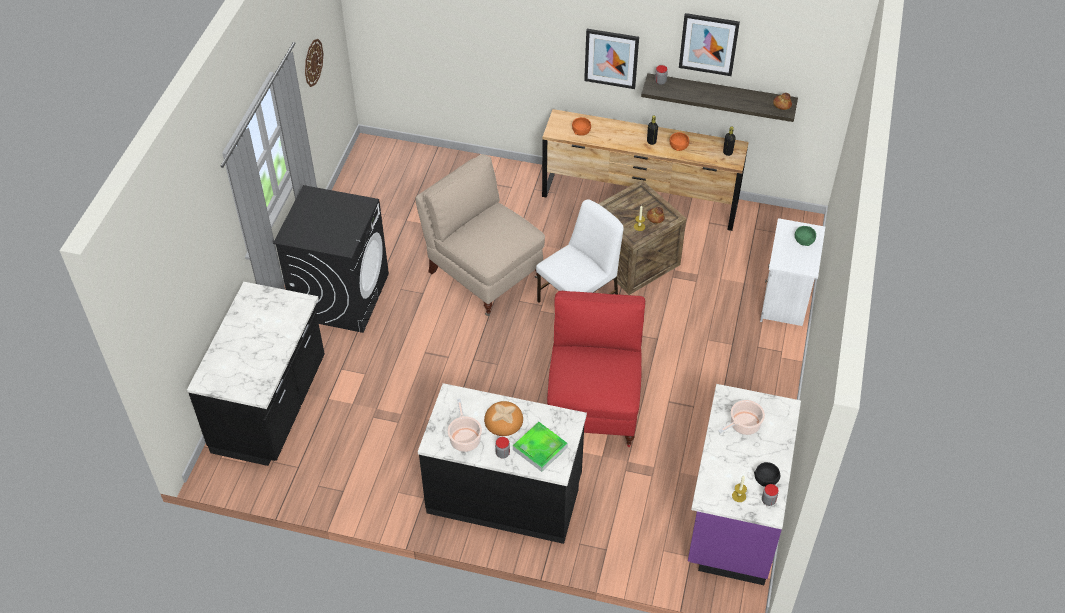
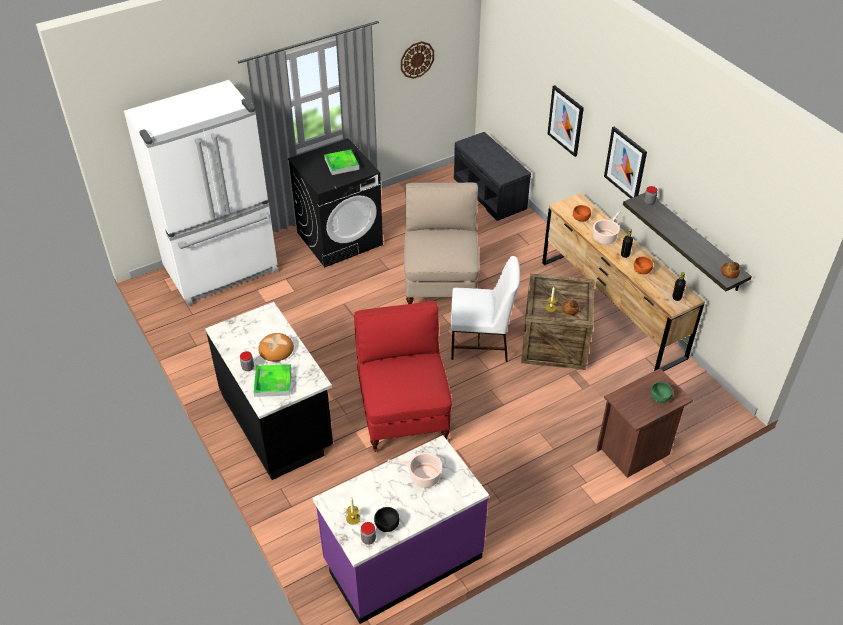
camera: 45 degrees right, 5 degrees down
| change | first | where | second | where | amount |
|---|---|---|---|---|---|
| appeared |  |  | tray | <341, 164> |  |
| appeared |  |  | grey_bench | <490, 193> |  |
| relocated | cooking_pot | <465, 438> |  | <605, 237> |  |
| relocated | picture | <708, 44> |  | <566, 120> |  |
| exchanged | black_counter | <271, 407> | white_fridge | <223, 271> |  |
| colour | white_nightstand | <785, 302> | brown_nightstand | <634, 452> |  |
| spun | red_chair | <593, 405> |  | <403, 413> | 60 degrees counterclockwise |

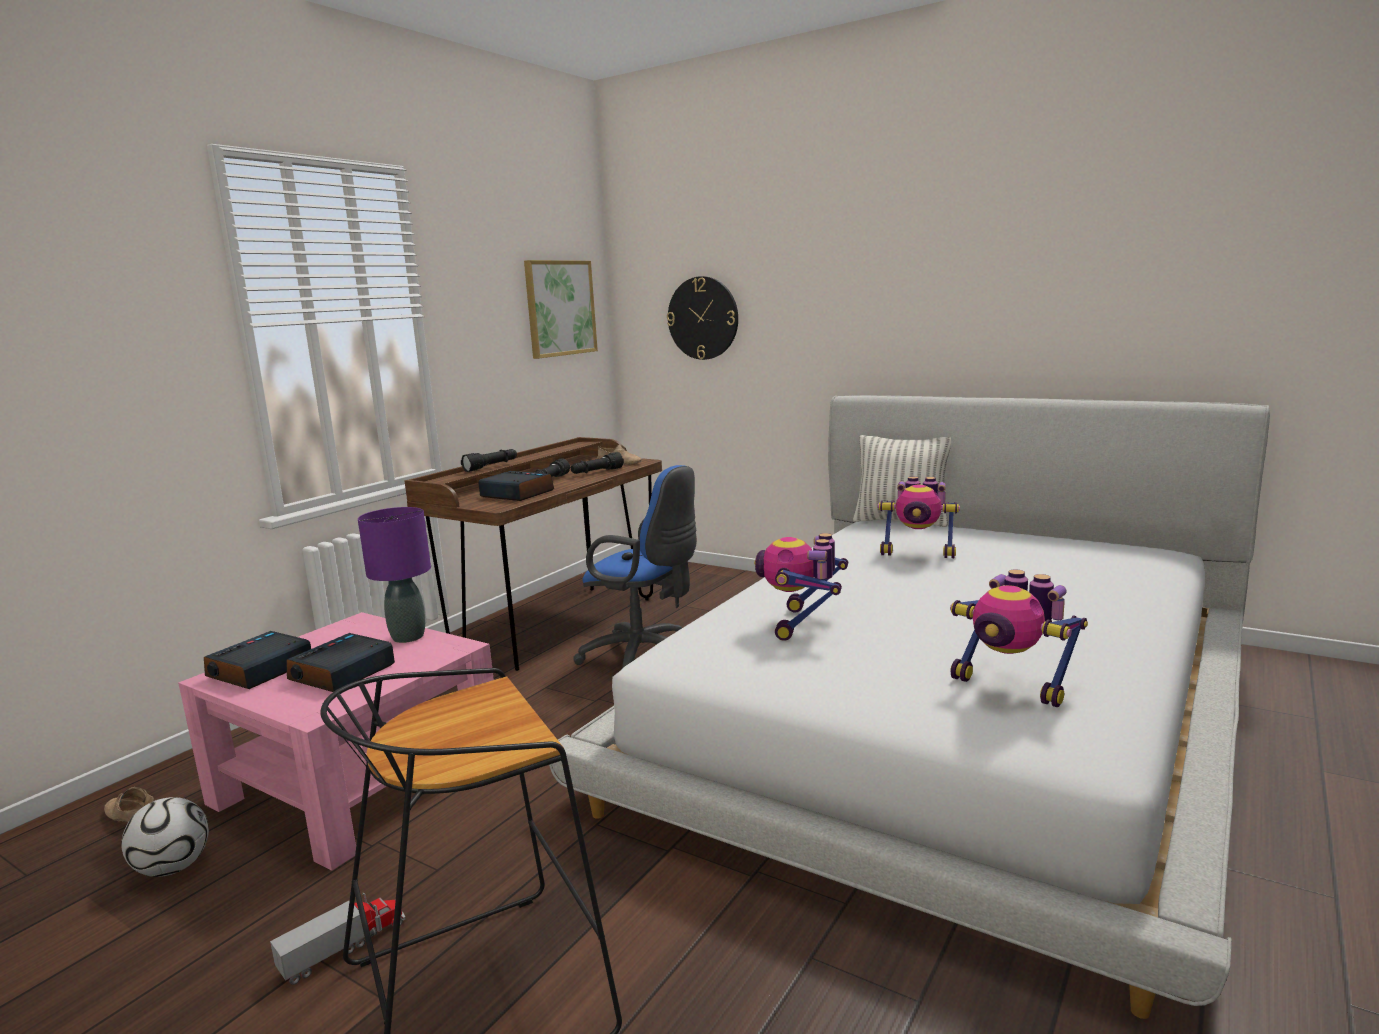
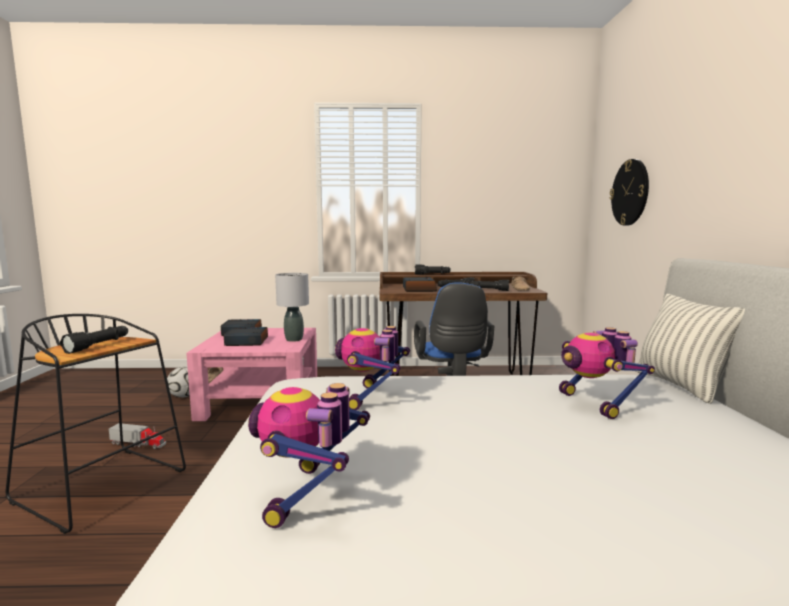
camera: 55 degrees right, 5 degrees down
| change | first | where | second | where | amount |
|---|---|---|---|---|---|
| missing | picture | <560, 308> |  |  |  |
| appeared |  |  | black_flashlight | <99, 345> |  |
| colour | purple_table_lamp | <407, 637> | grey_table_lamp | <293, 339> |  |
| spun | toy_robot | <802, 624> |  | <372, 398> | 60 degrees counterclockwise |

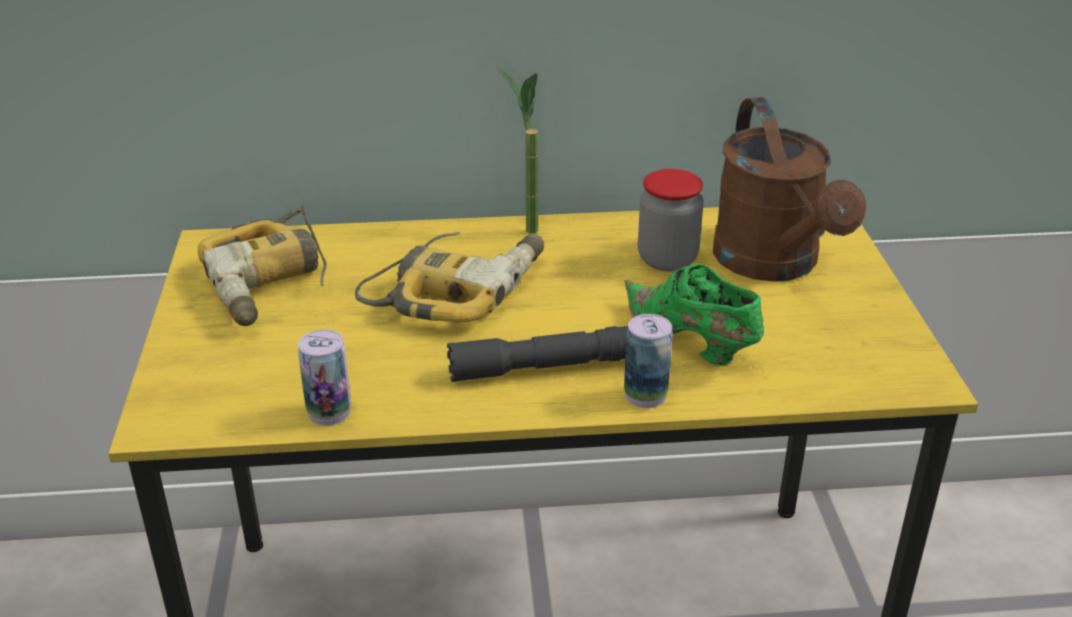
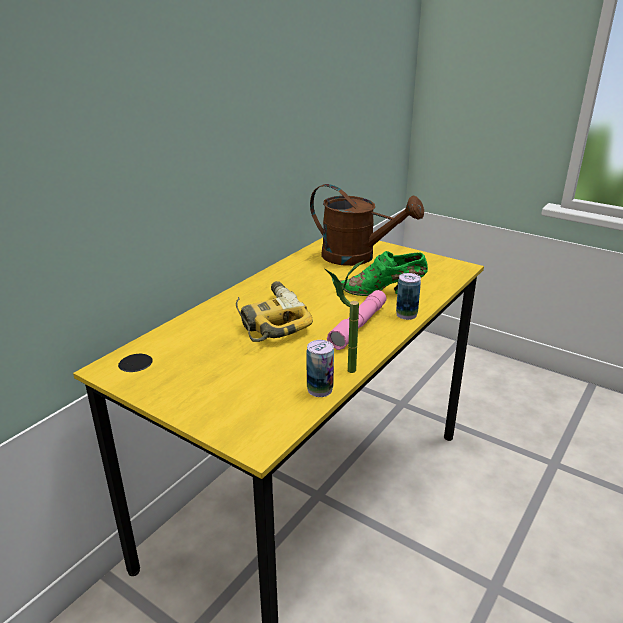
camera: 50 degrees left, 5 degrees down
| change | first | where | second | where | amount |
|---|---|---|---|---|---|
| missing | power_drill | <272, 281> |  |  |  |
| missing | jar | <667, 259> |  |  |  |
| relocated | potted_plant | <523, 225> |  | <342, 370> |  |
| colour | grey_flashlight | <545, 367> | pink_flashlight | <358, 326> |  |

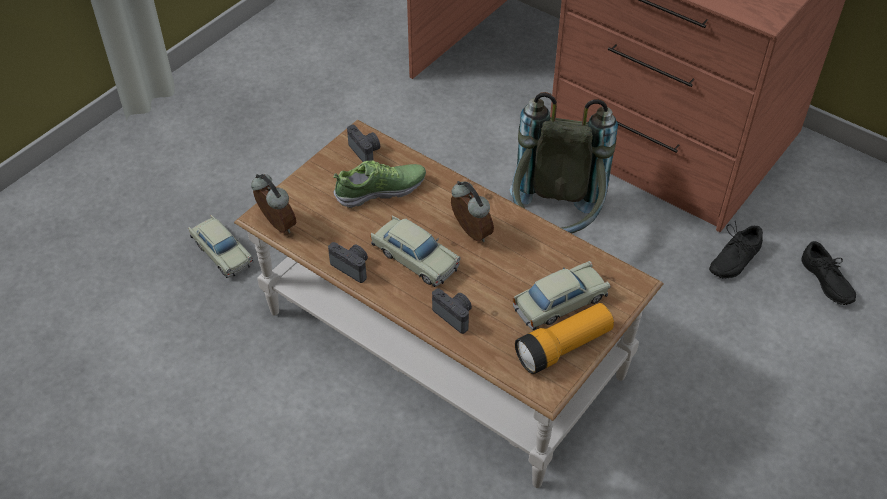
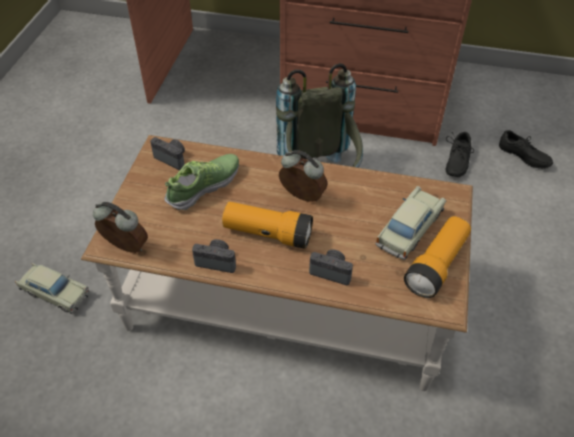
camera: 25 degrees left, 0 degrees up
| change | first | where | second | where | amount |
|---|---|---|---|---|---|
| exchanged | beige_toy_car | <415, 258> | flashlight | <267, 234> |  |

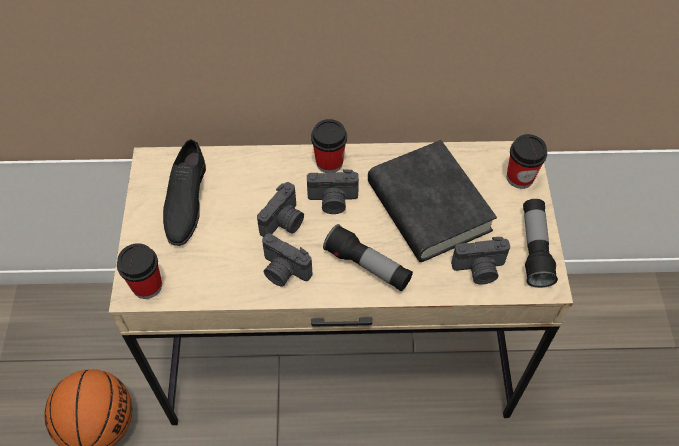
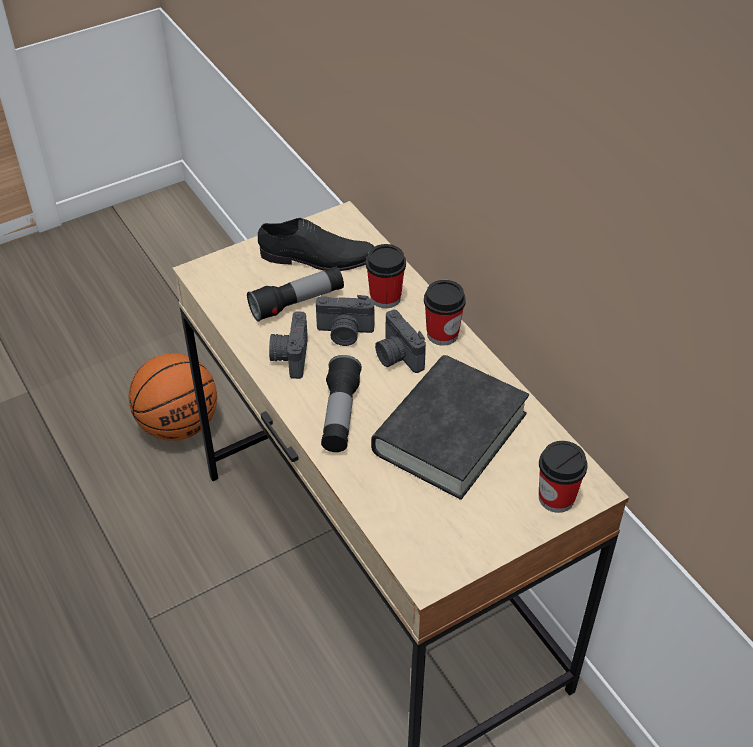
camera: 60 degrees right, 10 degrees down
| change | first | where | second | where | amount |
|---|---|---|---|---|---|
| missing | photo_camera | <479, 270> |  |  |  |
| relocated | cup | <147, 285> |  | <385, 297> |  |
| relocated | flashlight | <534, 249> |  | <297, 303> |  |
| spun | black_shoe | <185, 200> |  | <317, 258> | 150 degrees counterclockwise |

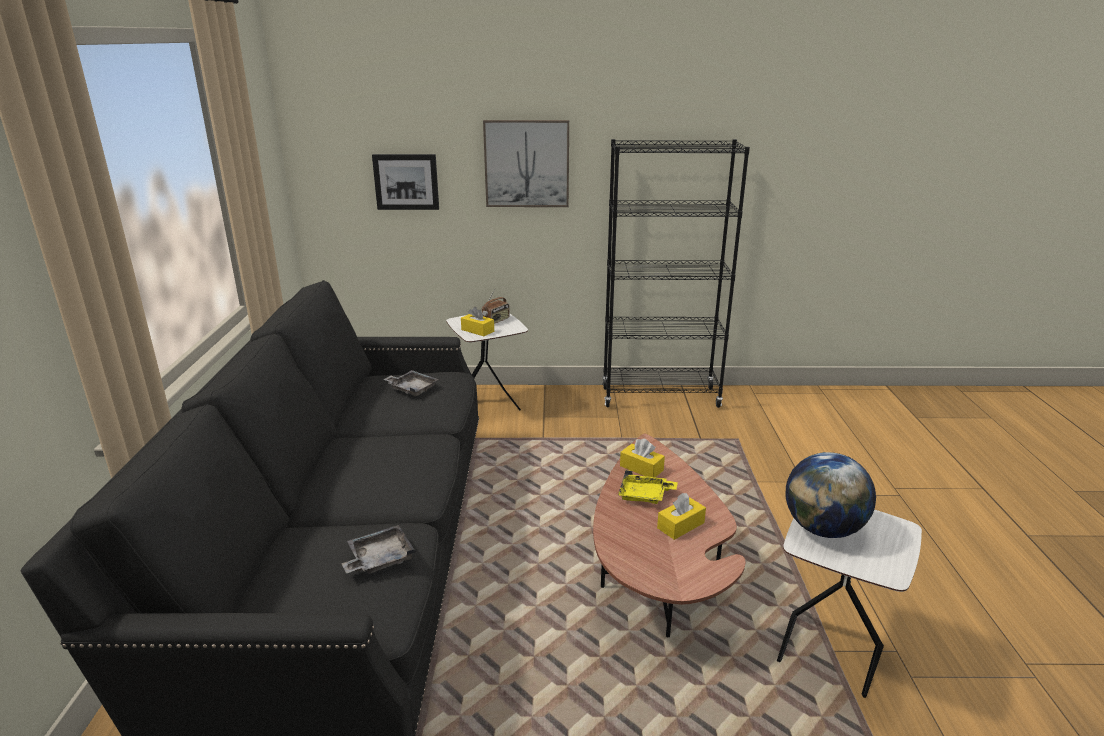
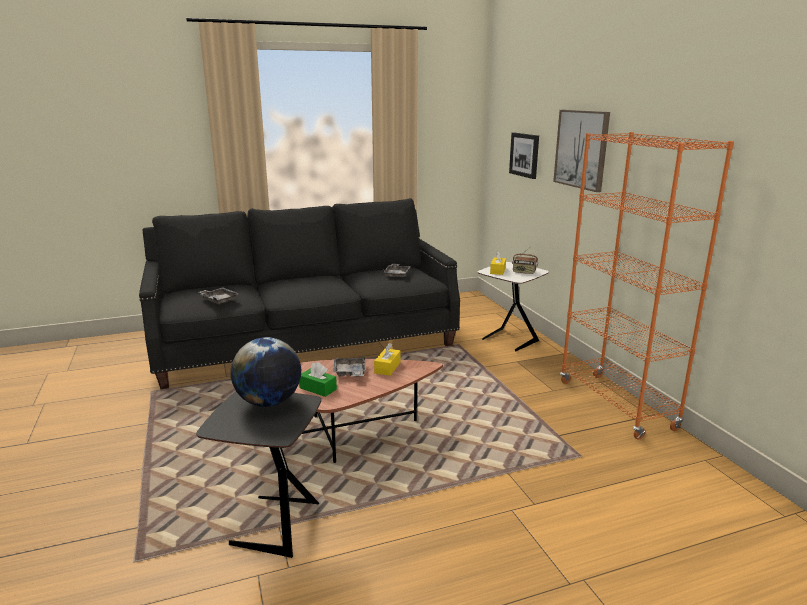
camera: 70 degrees right, 5 degrees down
| change | first | where | second | where | amount |
|---|---|---|---|---|---|
| colour | black_bookcase | <660, 397> | orange_bookcase | <616, 405> |  |
| colour | yellow_tray | <644, 495> | grey_tray | <350, 373> |  |
| colour | yellow_tissue_box | <680, 525> | green_tissue_box | <318, 389> |  |
| colour | white_side_table | <828, 656> | black_side_table | <272, 525> |  |

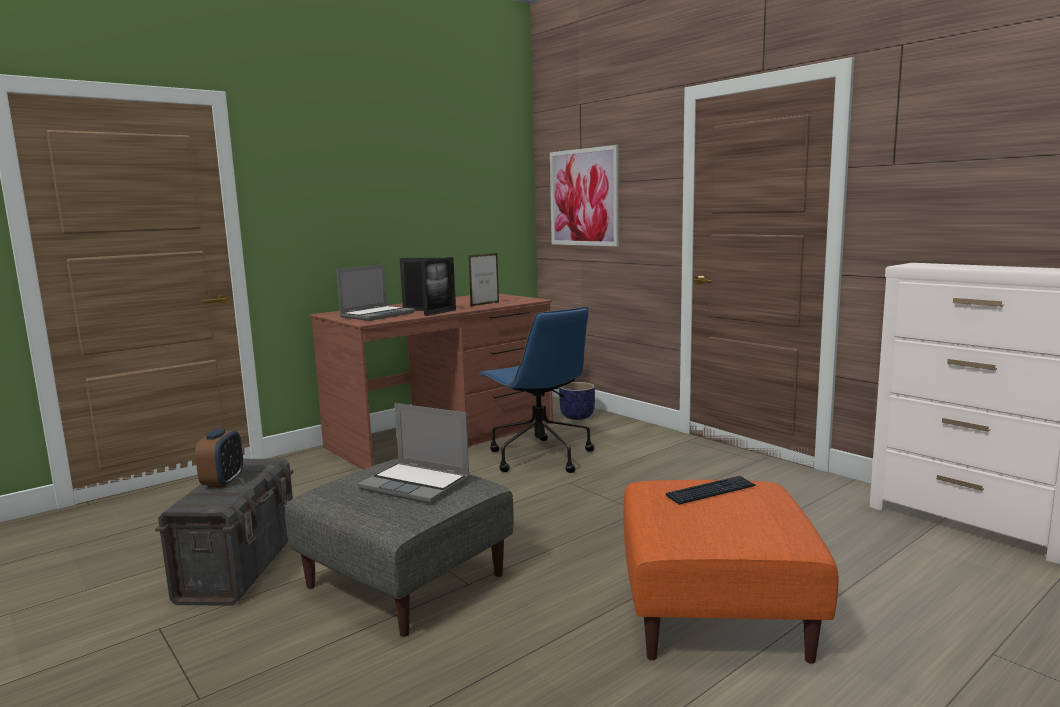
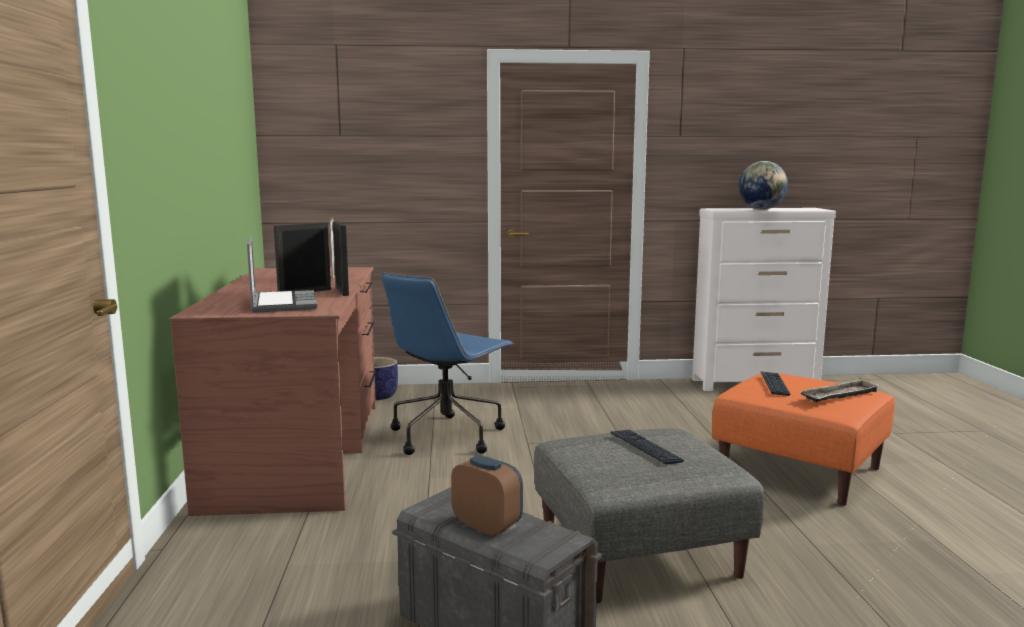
camera: 55 degrees left, 0 degrees up
| change | first | where | second | where | amount |
|---|---|---|---|---|---|
| missing | picture | <583, 197> |  |  |  |
| appeared |  |  | globe | <761, 209> |  |
| appeared |  |  | tray | <839, 396> |  |
| exchanged | laptop | <417, 484> | keyboard | <645, 448> |  |
| spun | blue_office_chair | <539, 456> |  | <447, 435> | 120 degrees clockwise |

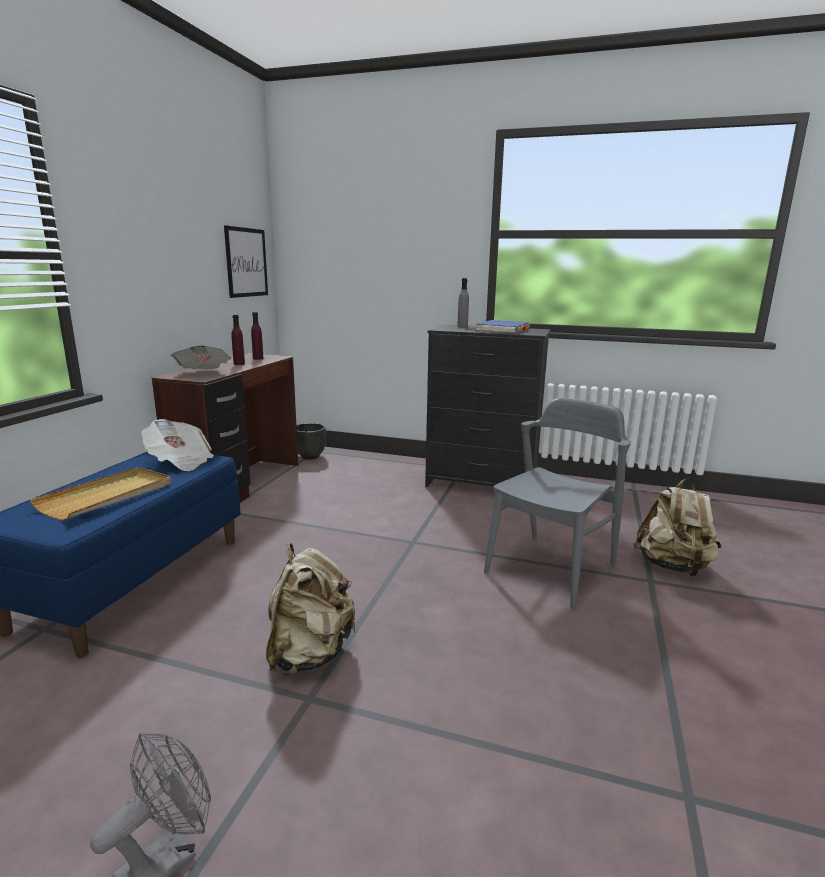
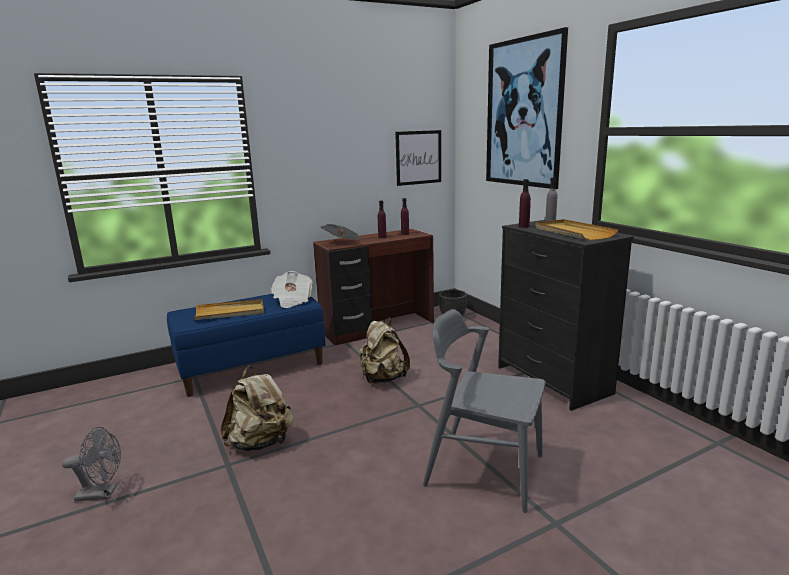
camera: 45 degrees right, 0 degrees up
| change | first | where | second | where | amount |
|---|---|---|---|---|---|
| appeared |  |  | picture | <523, 113> |  |
| appeared |  |  | purple_bottle | <524, 226> |  |
| relocated | beige_backpack | <673, 566> |  | <382, 379> |  |
| exchanged | blue_book | <503, 330> | beige_tray | <573, 232> |  |
| spun | grey_chair | <551, 569> |  | <484, 470> | 150 degrees counterclockwise |

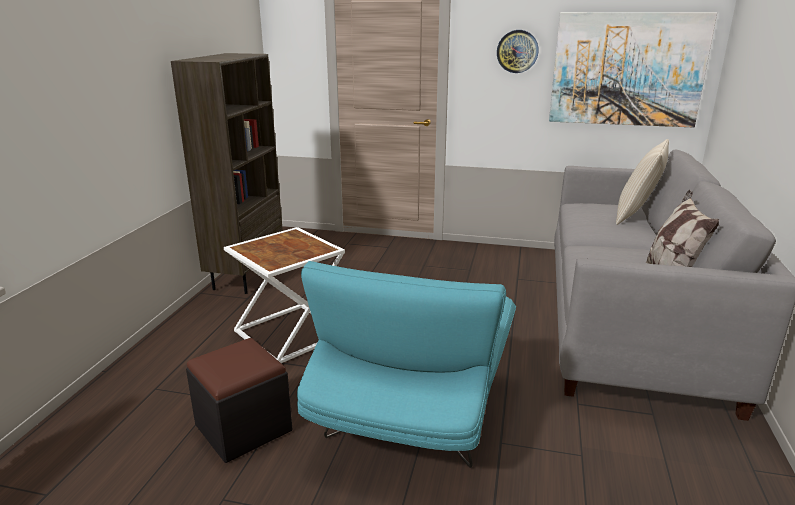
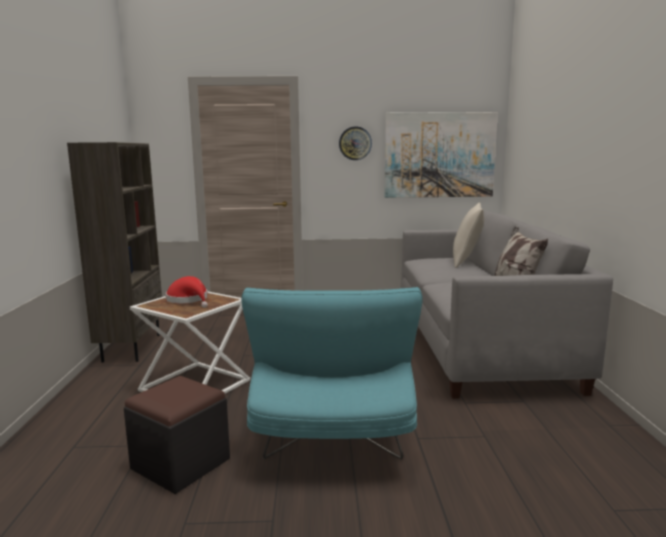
camera: 15 degrees left, 10 degrees down
| change | first | where | second | where | amount |
|---|---|---|---|---|---|
| appeared |  |  | red_hat | <189, 300> |  |

